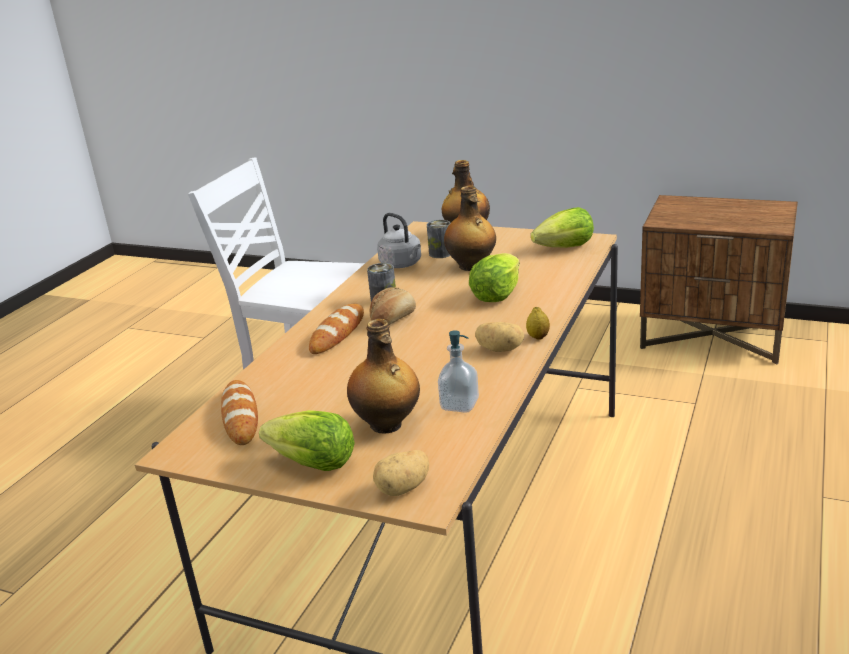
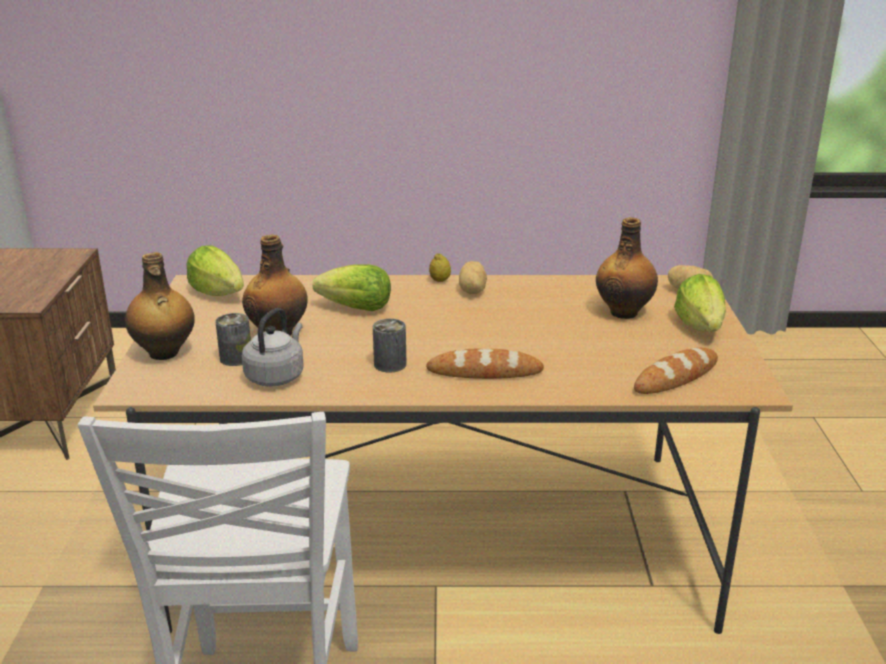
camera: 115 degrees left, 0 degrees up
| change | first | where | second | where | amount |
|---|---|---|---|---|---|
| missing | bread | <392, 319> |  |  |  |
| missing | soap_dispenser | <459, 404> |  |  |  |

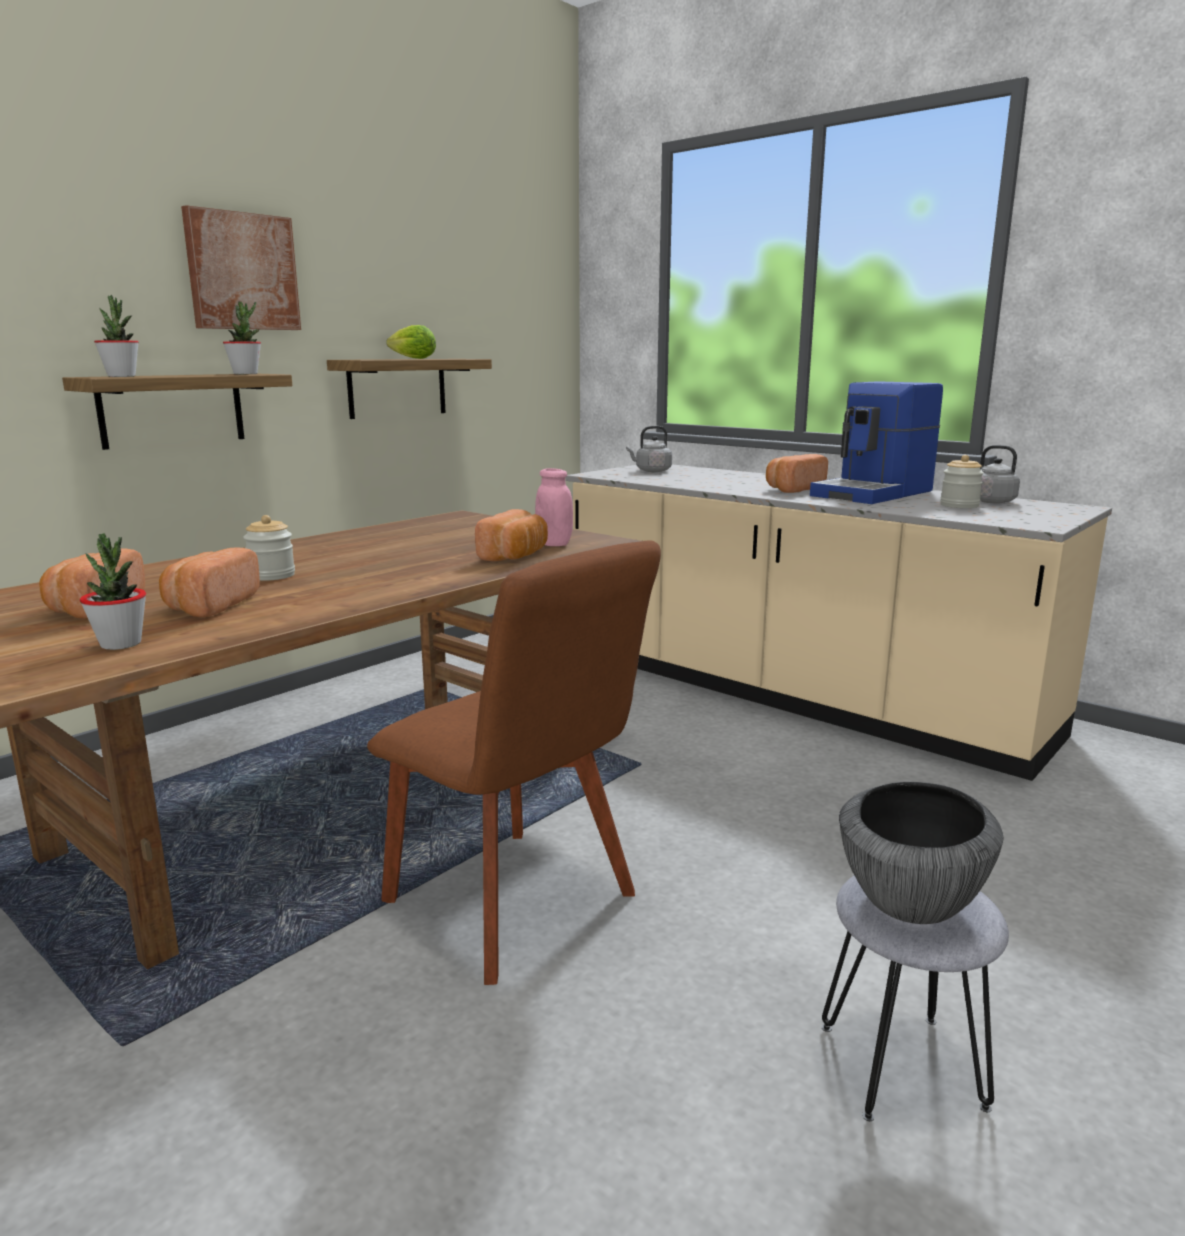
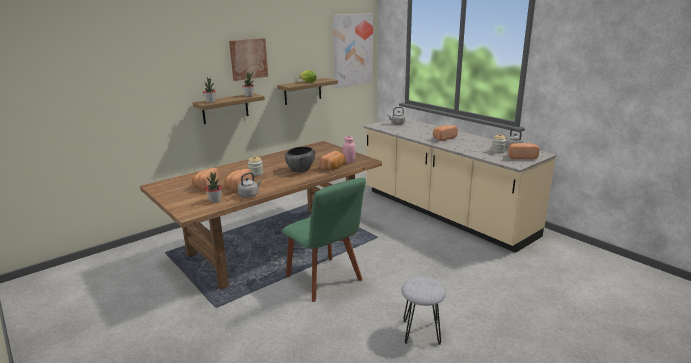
camera: 10 degrees right, 5 degrees up
| change | first | where | second | where | amount |
|---|---|---|---|---|---|
| missing | coffee_machine | <874, 493> |  |  |  |
| appeared |  |  | grey_kettle | <249, 195> |  |
| appeared |  |  | picture | <352, 50> |  |
| appeared |  |  | bread | <521, 157> |  |
| relocated | bowl | <910, 903> |  | <300, 170> |  |
| colour | brown_chair | <517, 904> | green_chair | <325, 280> |  |

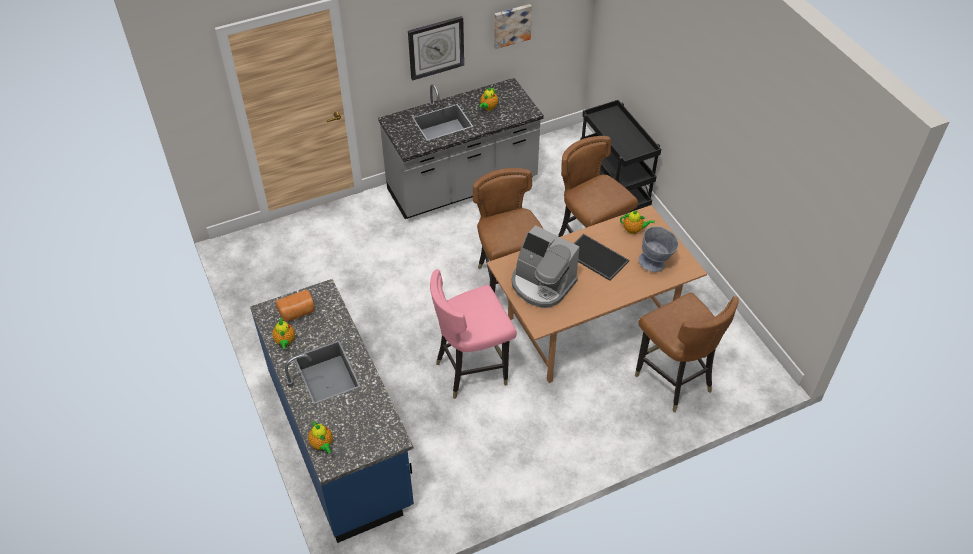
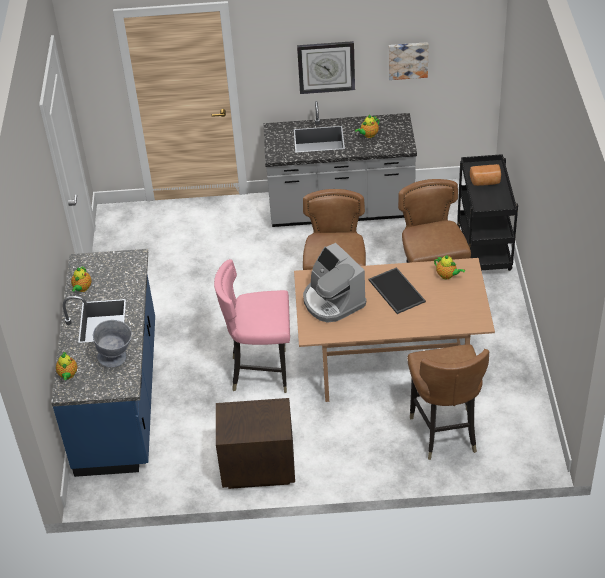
camera: 25 degrees right, 5 degrees down
| change | first | where | second | where | amount |
|---|---|---|---|---|---|
| appeared |  |  | brown_nightstand | <257, 468> |  |
| relocated | bread | <297, 312> |  | <485, 182> |  |
| relocated | grey_bowl | <656, 262> |  | <117, 358> |  |

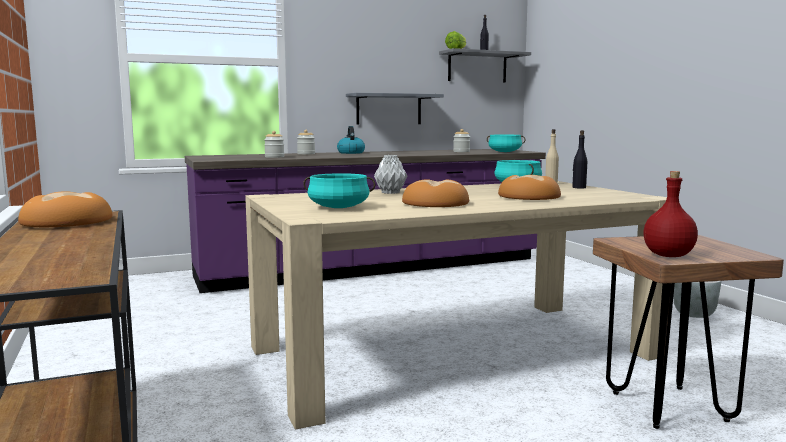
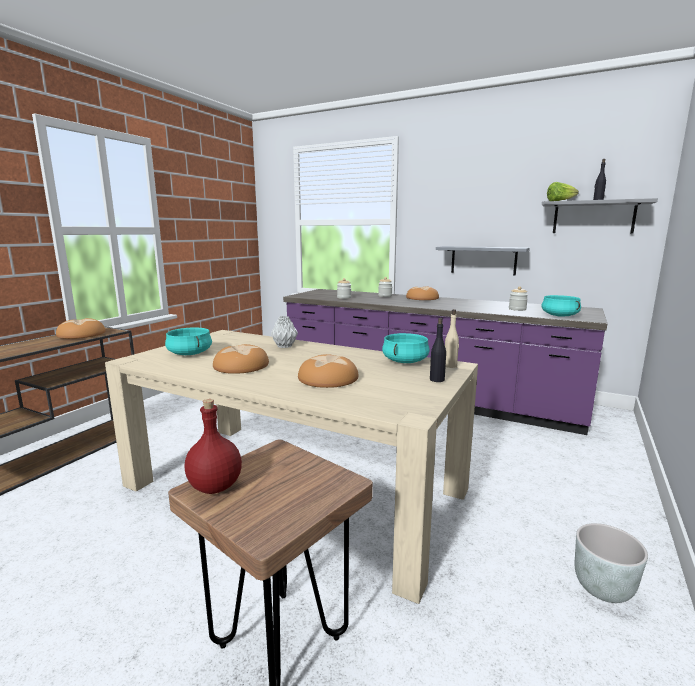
camera: 50 degrees right, 5 degrees up
| change | first | where | second | where | amount |
|---|---|---|---|---|---|
| exchanged | kettle | <350, 153> | bread | <422, 298> |  |

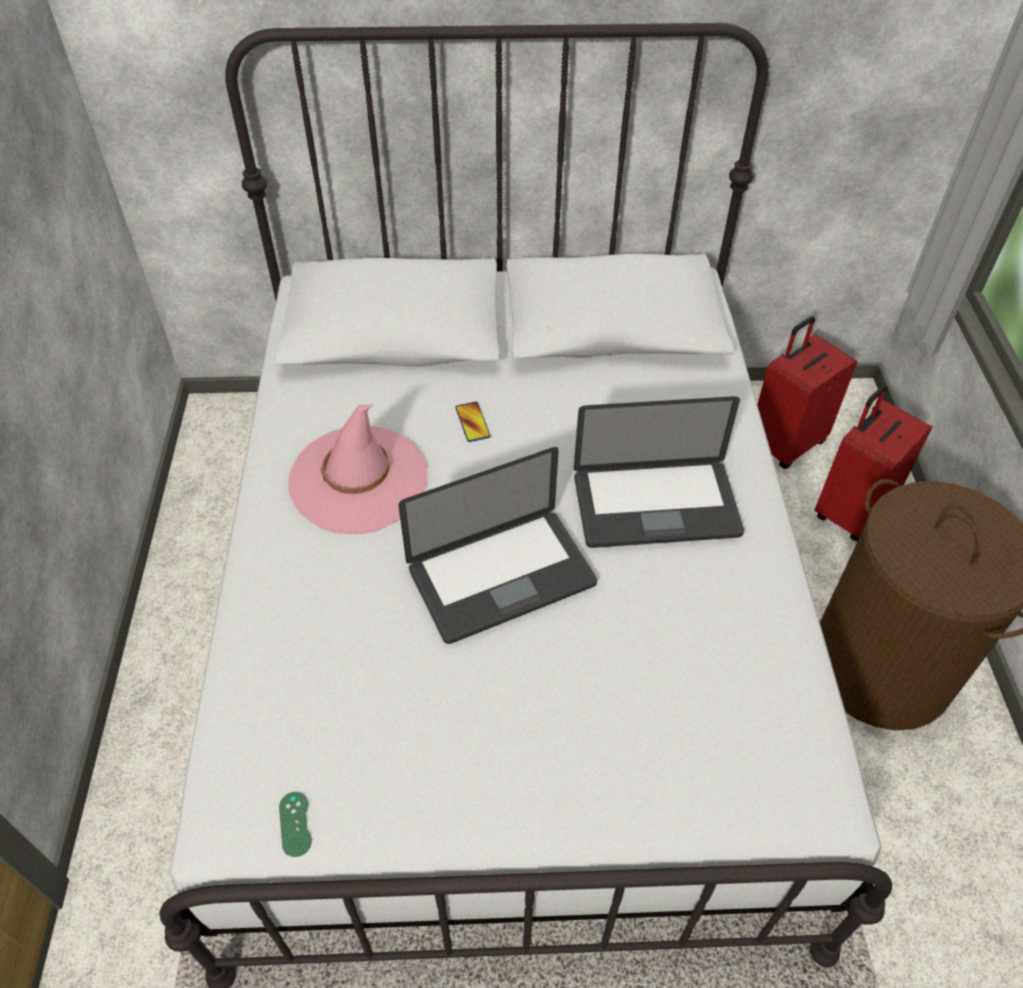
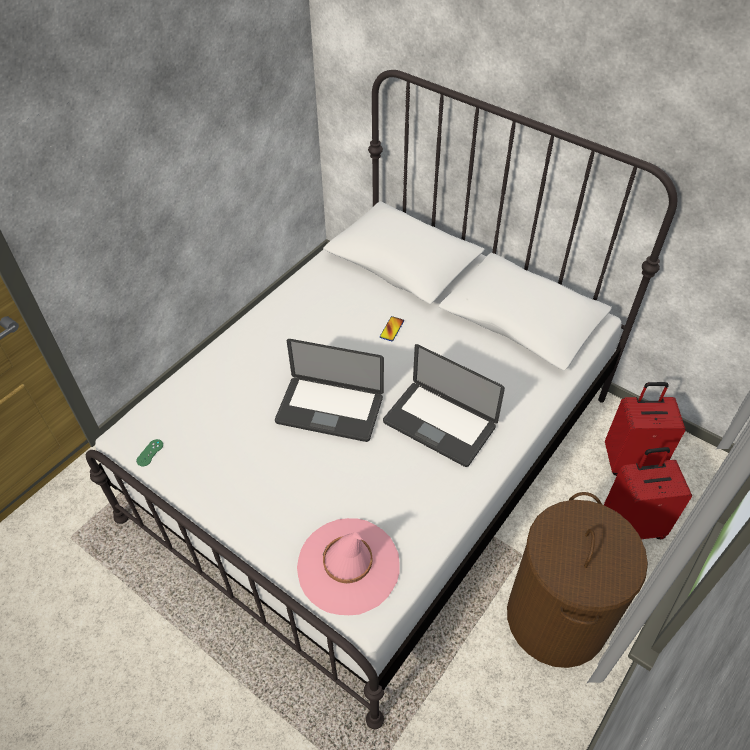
camera: 40 degrees right, 0 degrees up
| change | first | where | second | where | amount |
|---|---|---|---|---|---|
| relocated | pink_hat | <358, 480> |  | <348, 566> |  |

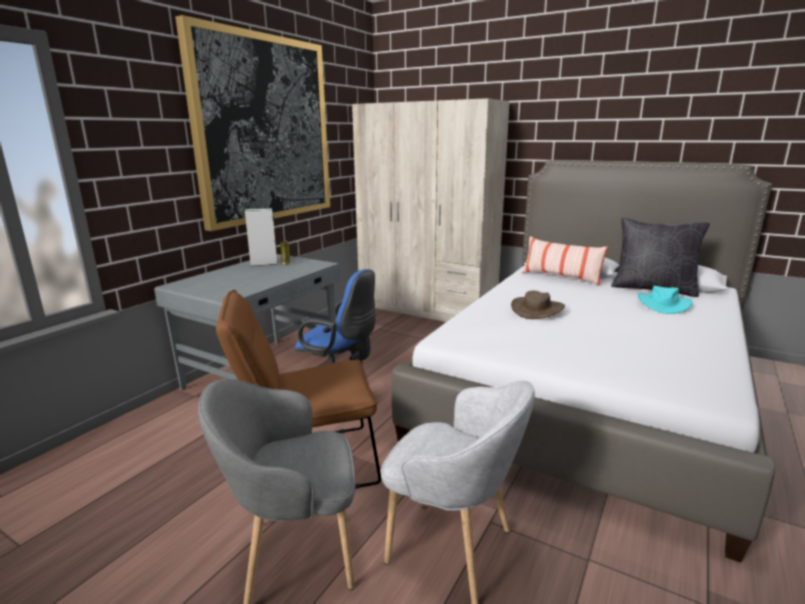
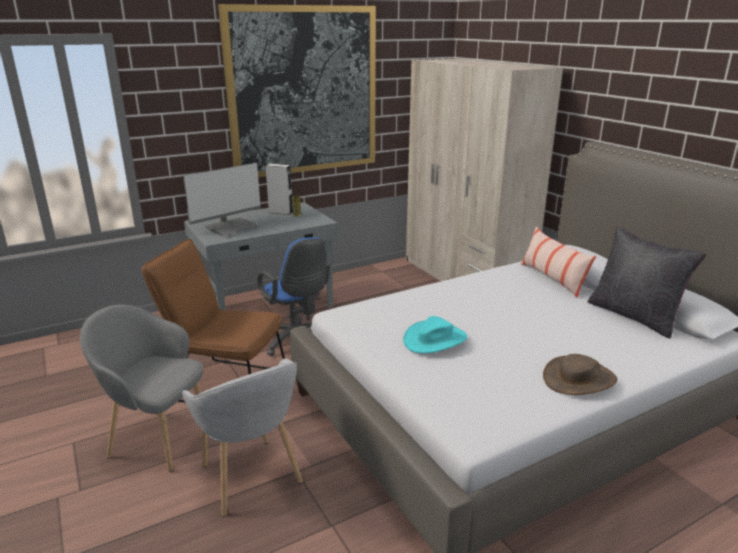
camera: 30 degrees right, 5 degrees up
| change | first | where | second | where | amount |
|---|---|---|---|---|---|
| appeared |  |  | monitor | <232, 227> |  |
| relocated | brown_hat | <537, 309> |  | <579, 379> |  |
| relocated | turquoise_hat | <663, 304> |  | <435, 339> |  |

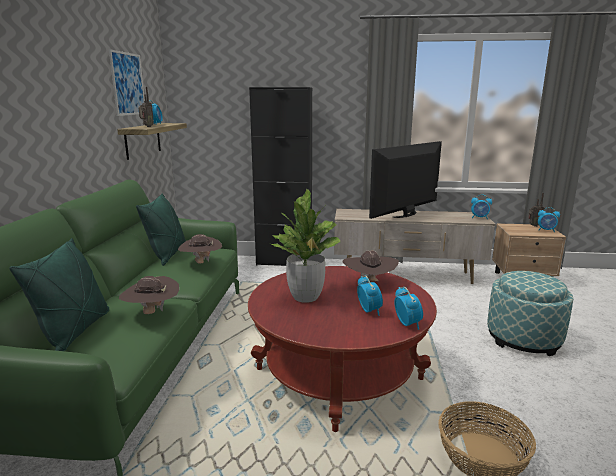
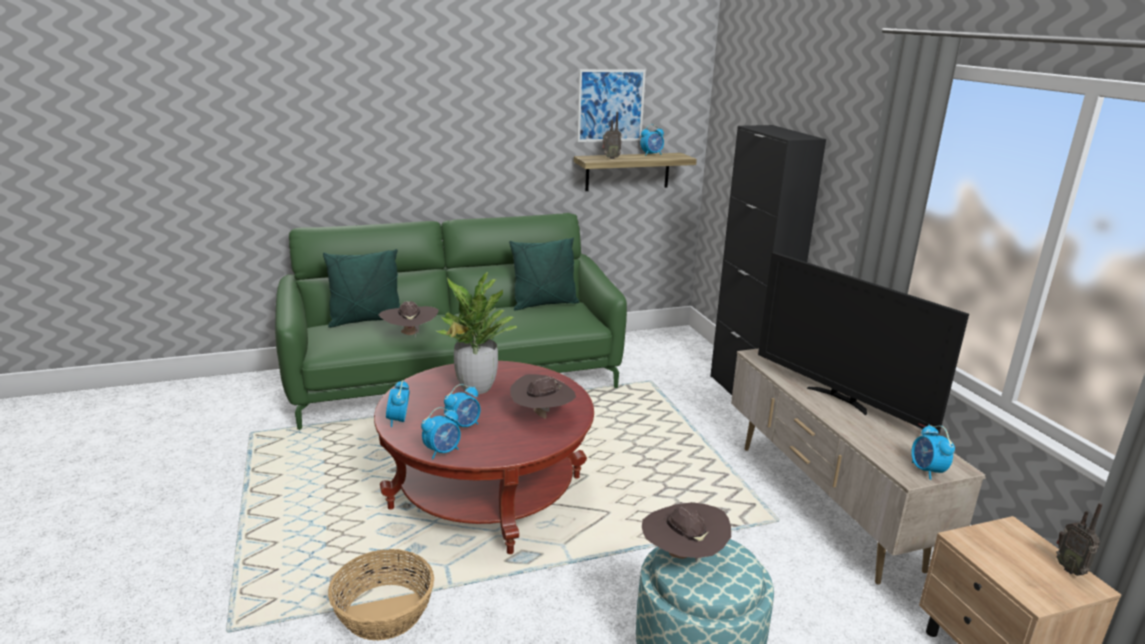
camera: 65 degrees right, 5 degrees up
| change | first | where | second | where | amount |
|---|---|---|---|---|---|
| relocated | brown_hat | <201, 263> |  | <682, 556> |  |
| relocated | alarm_clock | <546, 230> |  | <398, 420> |  |
| spun | television | <406, 215> |  | <840, 399> | 150 degrees counterclockwise |

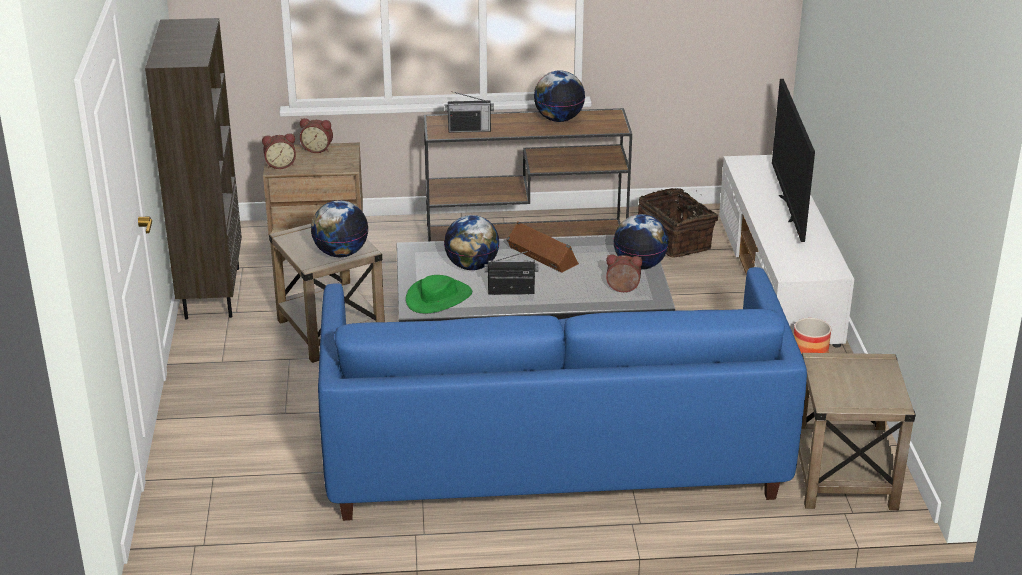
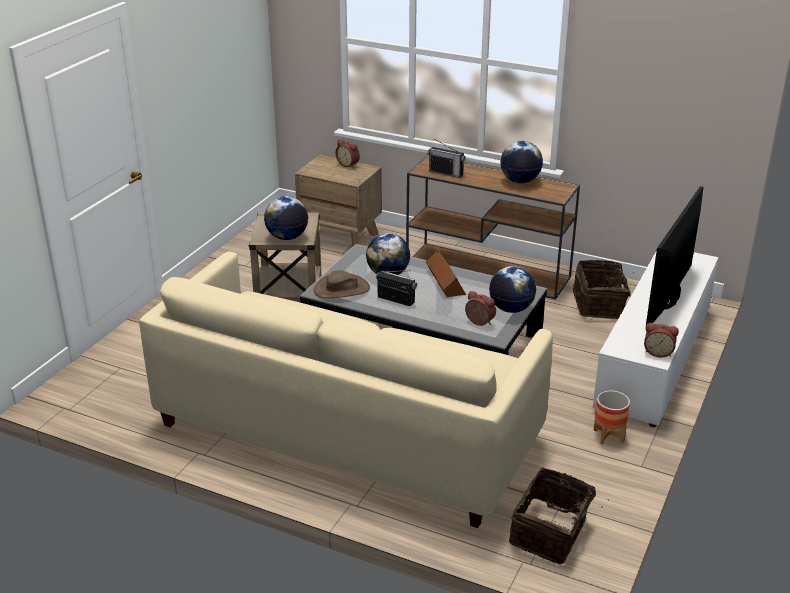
camera: 30 degrees right, 0 degrees up
| change | first | where | second | where | amount |
|---|---|---|---|---|---|
| missing | brown_bookcase | <211, 292> |  |  |  |
| relocated | alarm_clock | <280, 165> |  | <658, 352> |  |
| exchanged | beige_side_table | <844, 478> | basket | <550, 533> |  |
| colour | blue_sofa | <552, 454> | beige_sofa | <347, 431> |  |
| colour | green_hat | <439, 298> | brown_hat | <341, 289> |  |

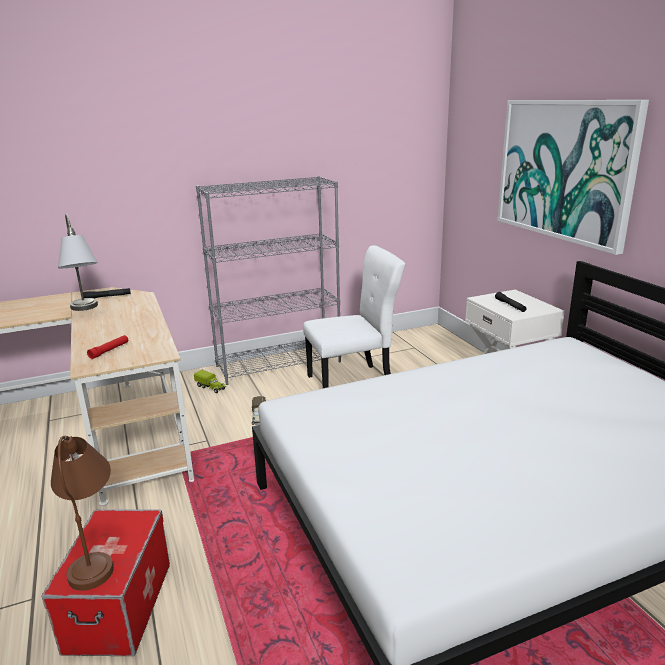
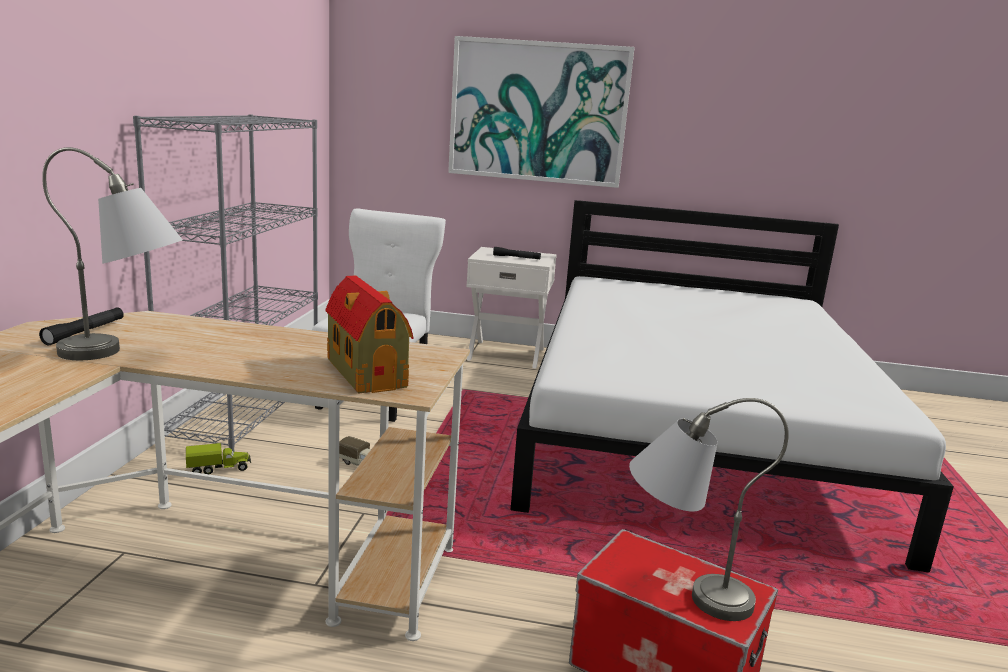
camera: 60 degrees left, 5 degrees down
| change | first | where | second | where | amount |
|---|---|---|---|---|---|
| exchanged | red_flashlight | <109, 350> | toy_house | <365, 372> |  |
| colour | brown_table_lamp | <94, 552> | grey_table_lamp | <679, 590> |  |

